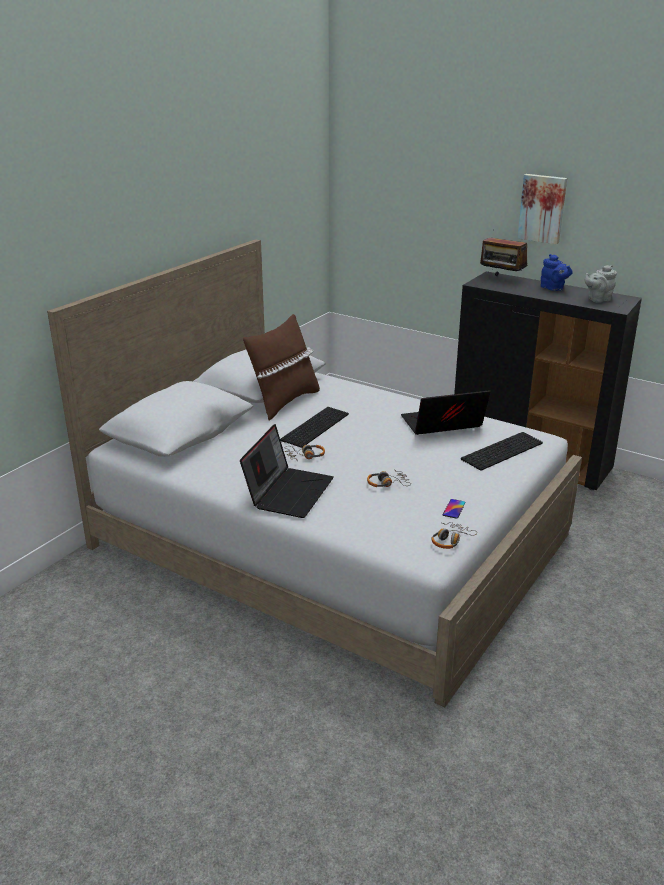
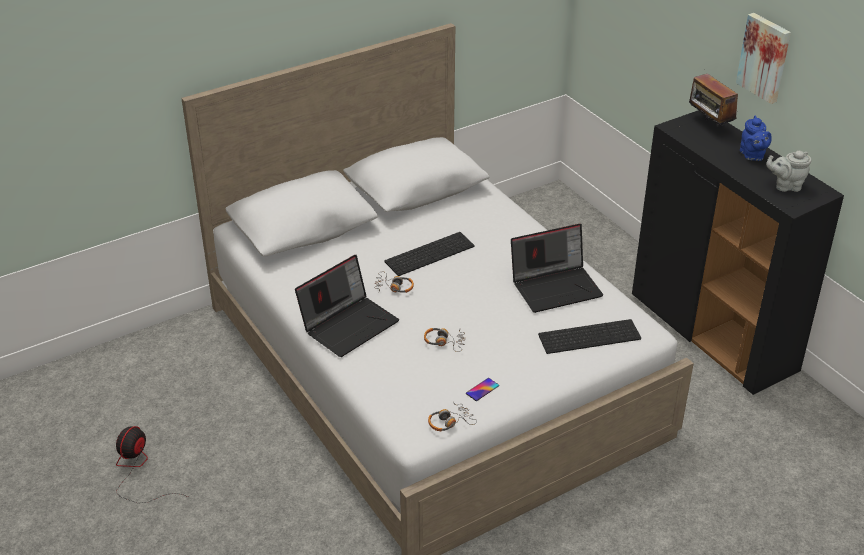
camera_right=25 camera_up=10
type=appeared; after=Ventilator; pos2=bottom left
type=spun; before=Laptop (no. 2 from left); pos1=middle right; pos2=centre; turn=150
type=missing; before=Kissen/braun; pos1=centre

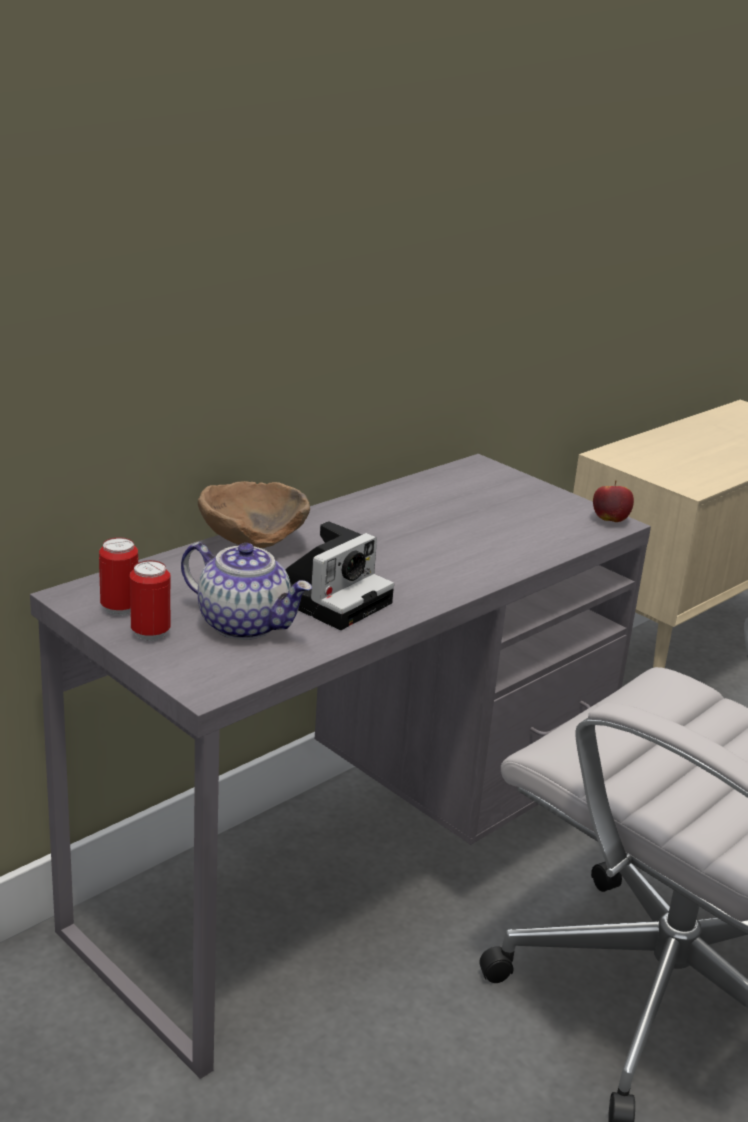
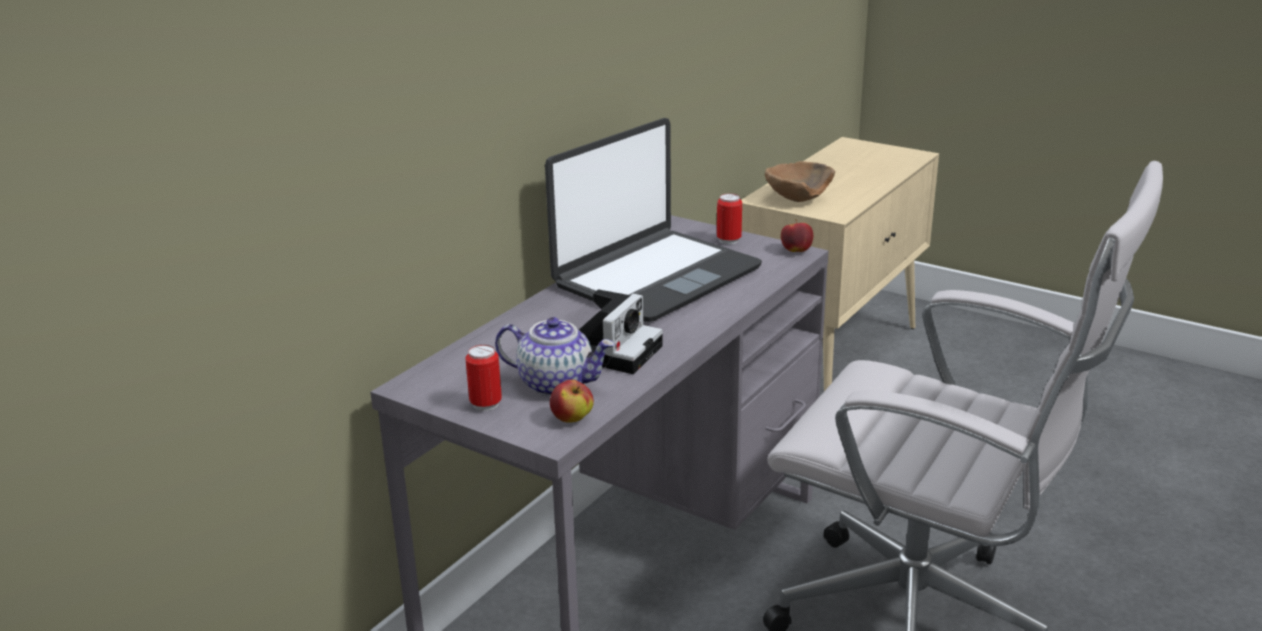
camera_right=-10 camera_up=0
type=appeared; after=Laptop; pos2=centre
type=appeared; after=Apfel (no. 1 from left); pos2=centre
type=relocated; before=Dose (no. 1 from left in the first image); after=Dose (no. 2 from left); pos1=middle left; pos2=centre
type=relocated; before=Schüssel/braun; pos1=centre; pos2=top centre

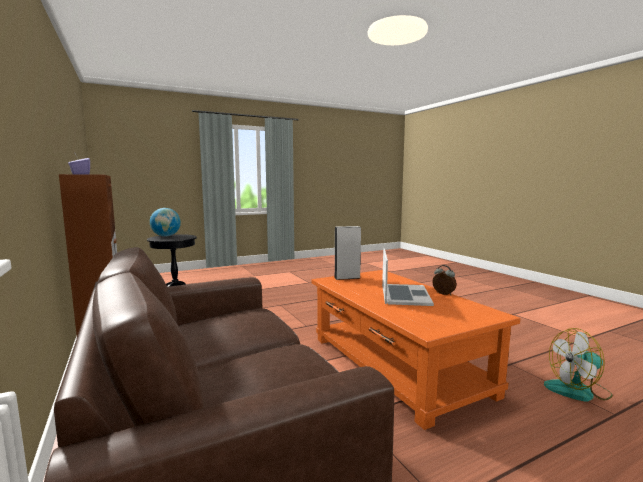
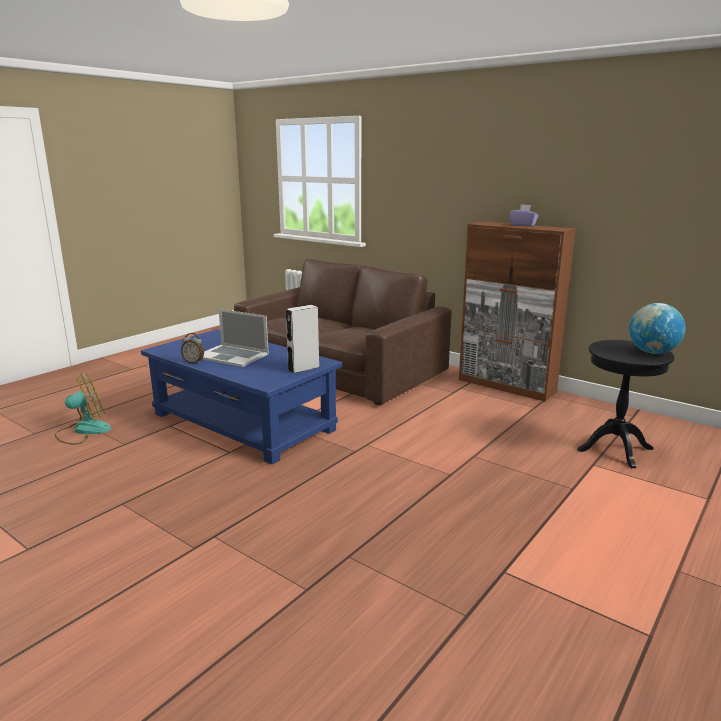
camera_right=155 camera_up=10
type=colour; before=Couchtisch/orange; after=Couchtisch/blau; pos1=bottom centre; pos2=centre
type=spun; before=Laptop; pos1=centre; pos2=middle left; turn=-45

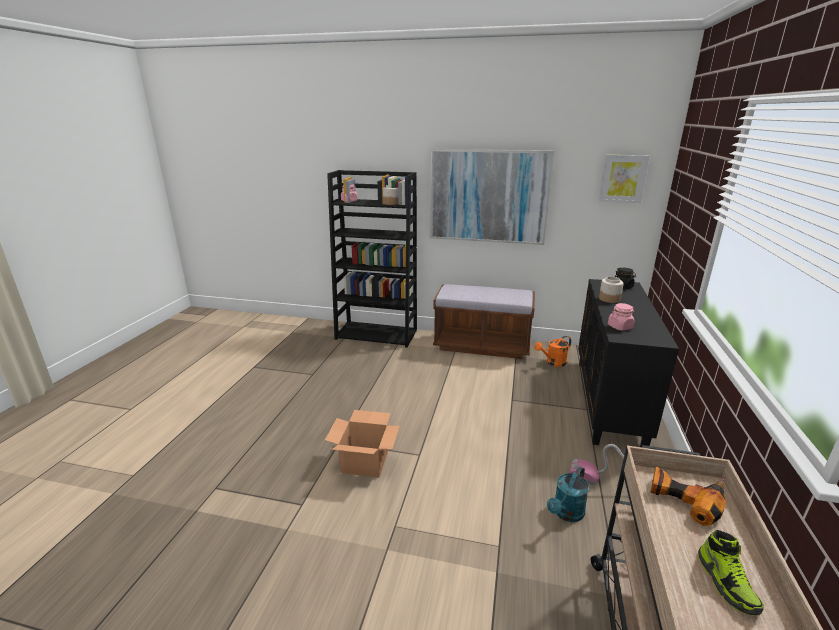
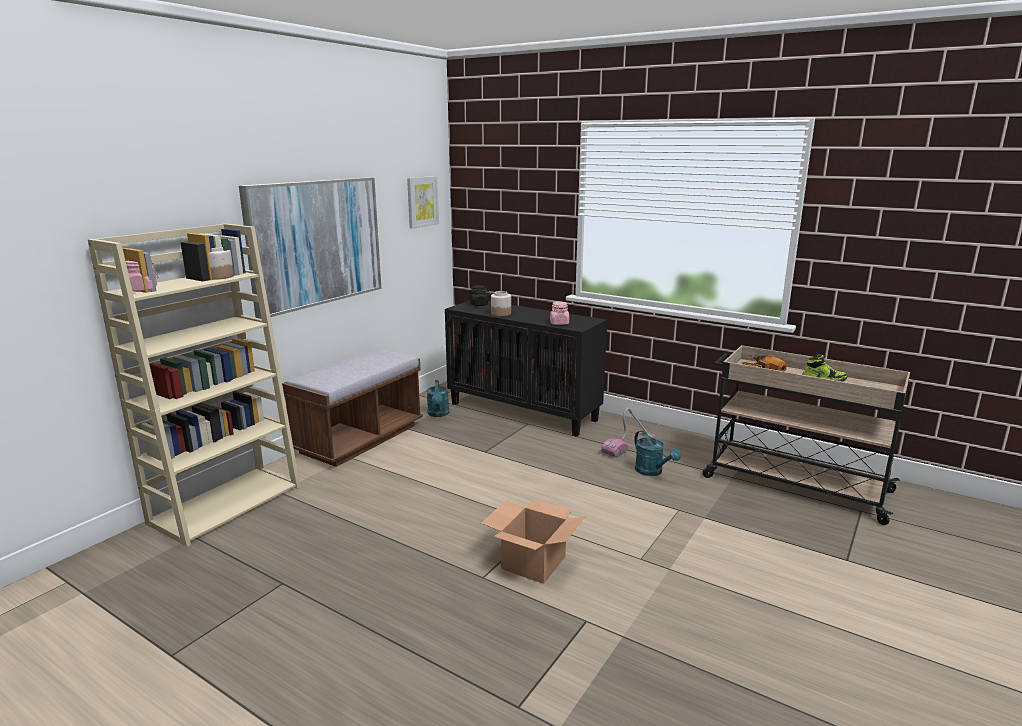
camera_right=-70 camera_up=-5
type=colour; before=Bücherregal/schwarz; after=Bücherregal/beige; pos1=centre; pos2=middle left
type=colour; before=Gießkanne/orange; after=Gießkanne/türkis (no. 1 from left); pos1=centre; pos2=centre

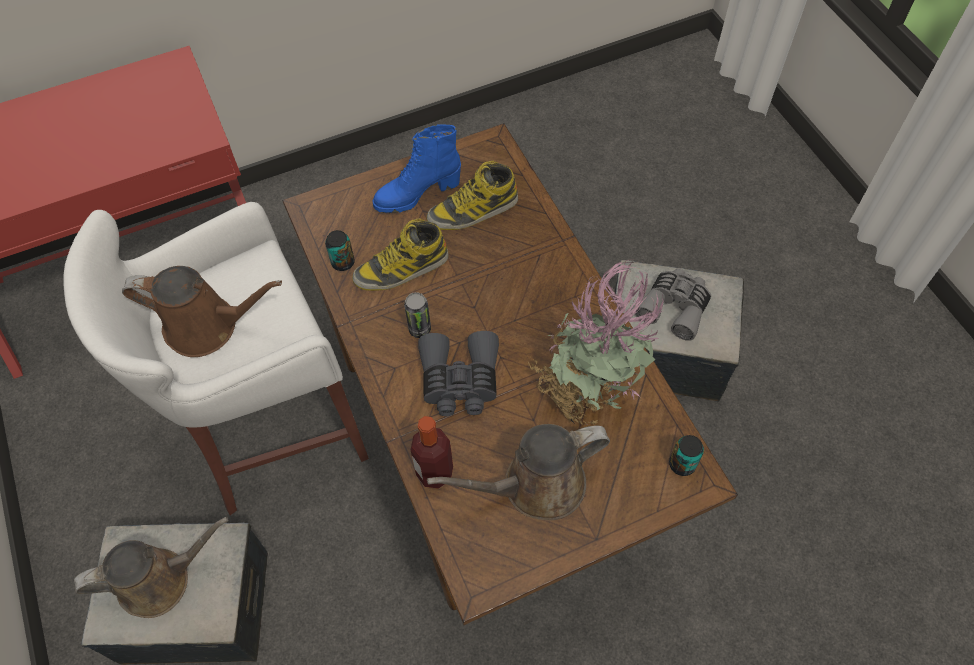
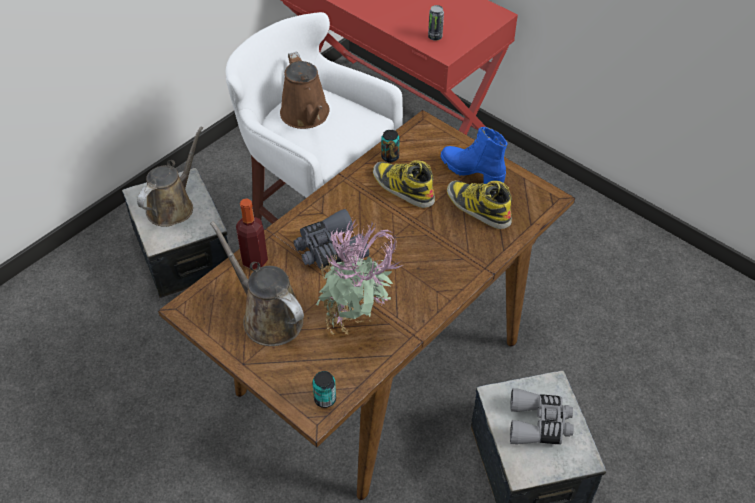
camera_right=65 camera_up=-10
type=spun; before=Gießkanne/braun (no. 1 from left); pos1=bottom left; pos2=middle left; turn=-105
type=relocated; before=Dose (no. 2 from left in the first image); after=Dose (no. 3 from left); pos1=centre; pos2=top centre

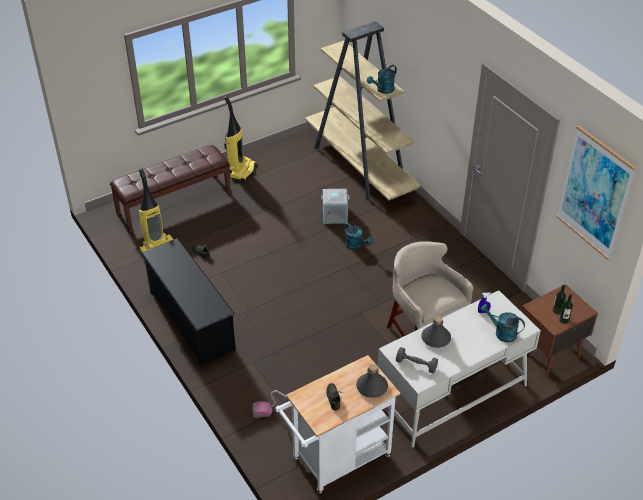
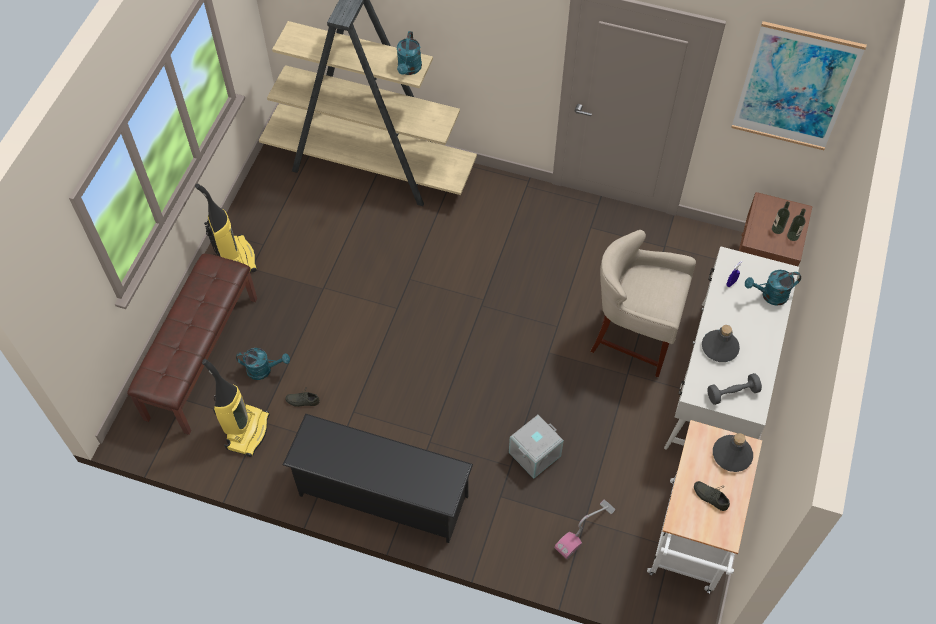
camera_right=-40 camera_up=15
type=relocated; before=Gießkanne/türkis (no. 1 from left); pos1=centre; pos2=middle left
type=relocated; before=Aufbewahrungsbox/grau; pos1=centre; pos2=bottom centre

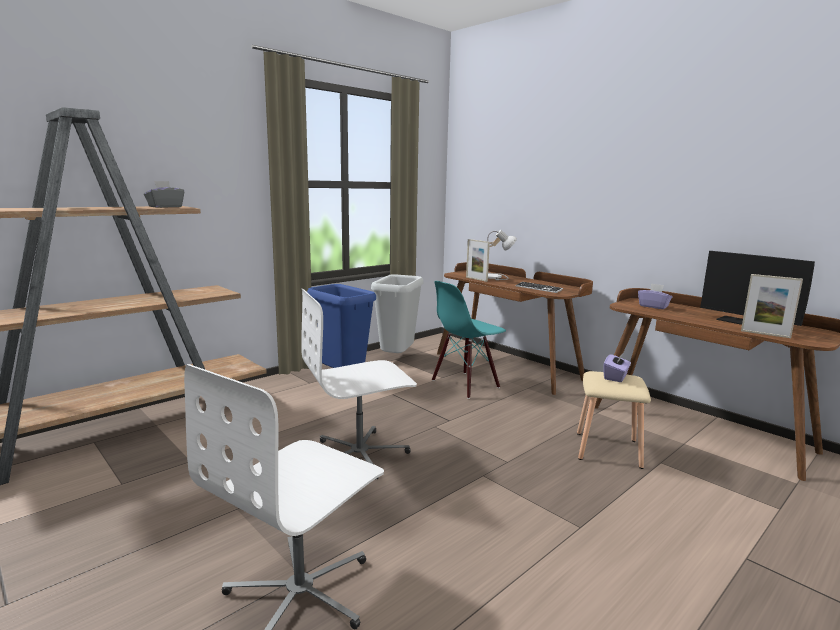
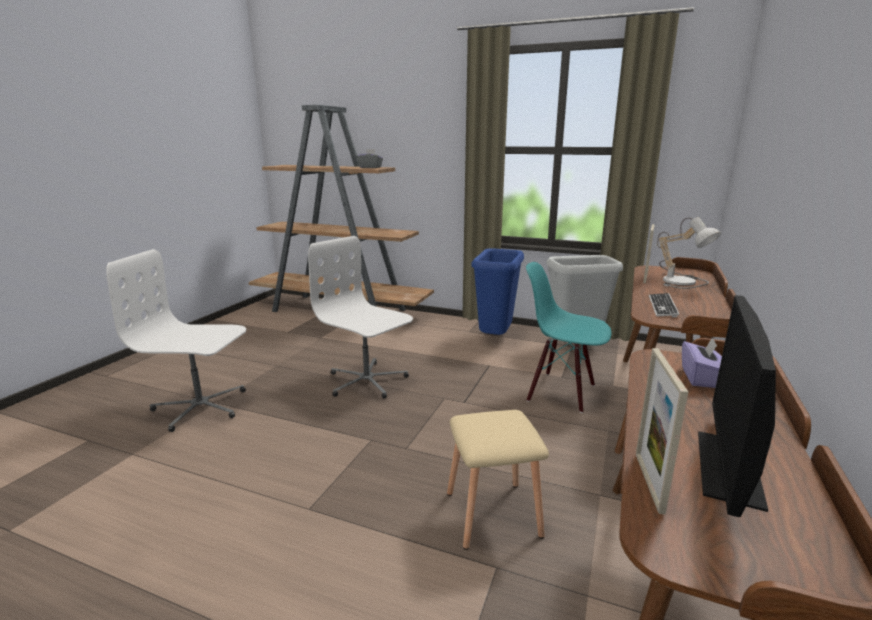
camera_right=65 camera_up=5
type=missing; before=Taschentuchbox/lila (no. 1 from left); pos1=middle right

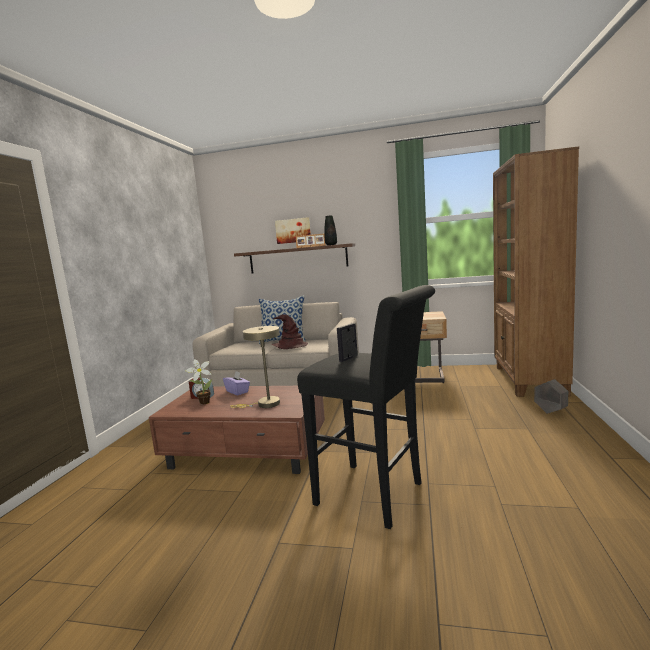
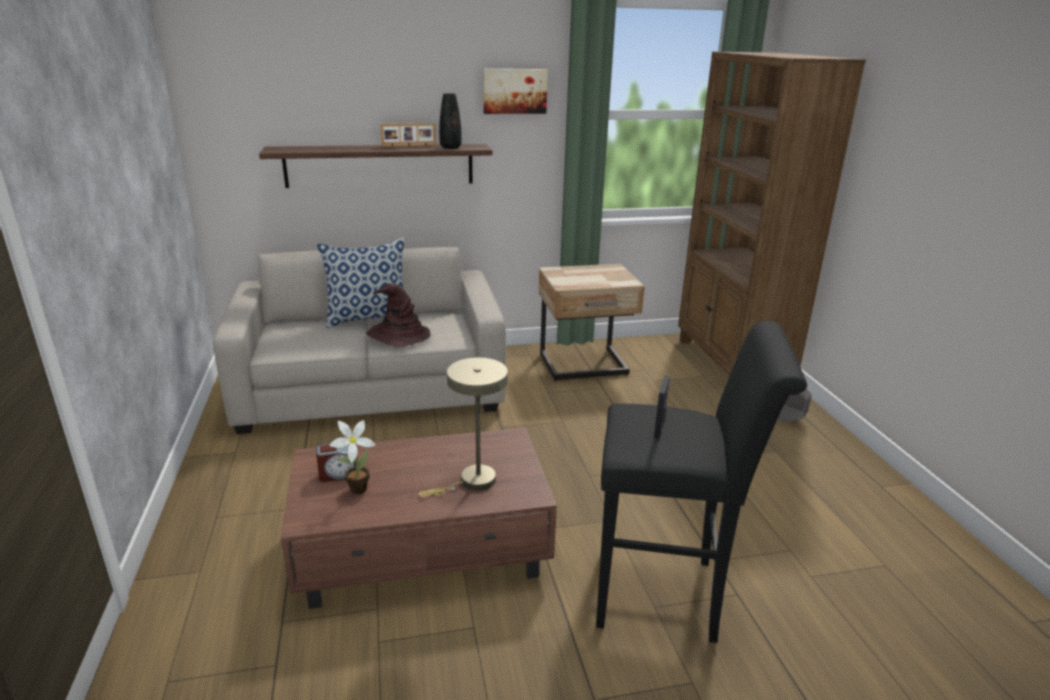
camera_right=-25 camera_up=15
type=relocated; before=Bild; pos1=centre; pos2=top centre
type=missing; before=Taschentuchbox/lila; pos1=centre

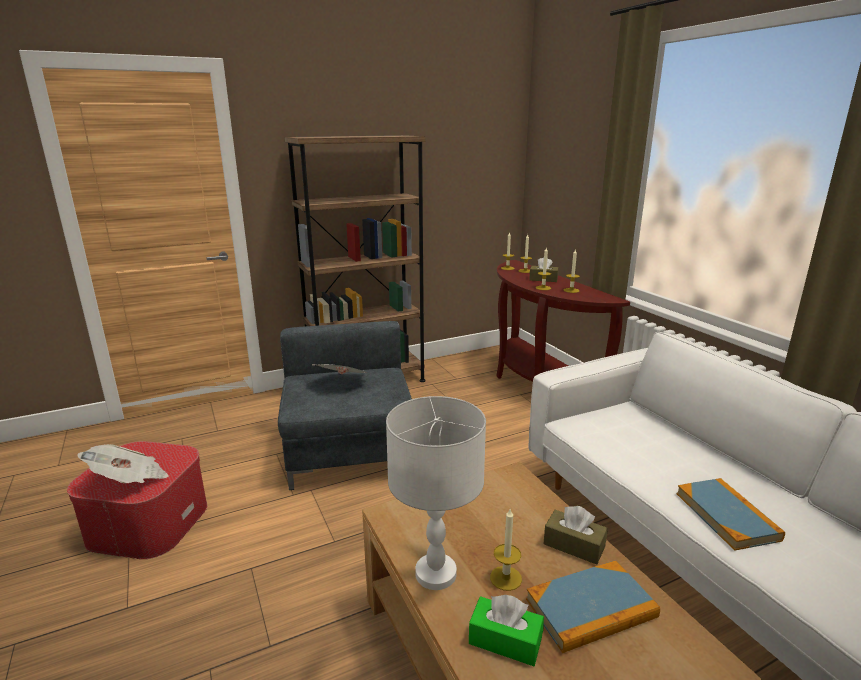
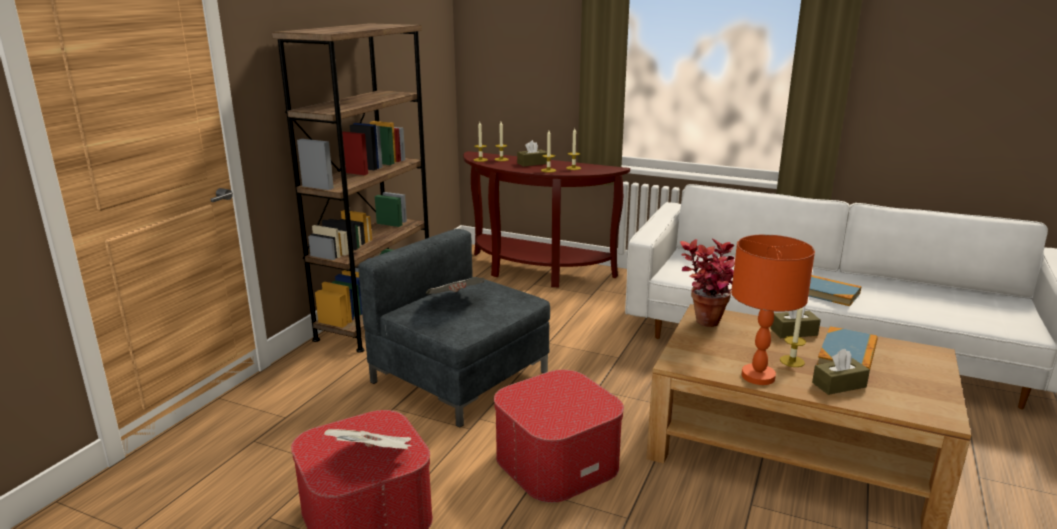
camera_right=-40 camera_up=0
type=appeared; after=Polsterhocker (no. 2 from left); pos2=bottom centre
type=appeared; after=Topfpflanze; pos2=middle right
type=colour; before=Tischlampe/weiß; after=Tischlampe/orange; pos1=bottom centre; pos2=middle right
type=colour; before=Taschentuchbox/grün; after=Taschentuchbox/braun (no. 3 from left); pos1=bottom centre; pos2=bottom right

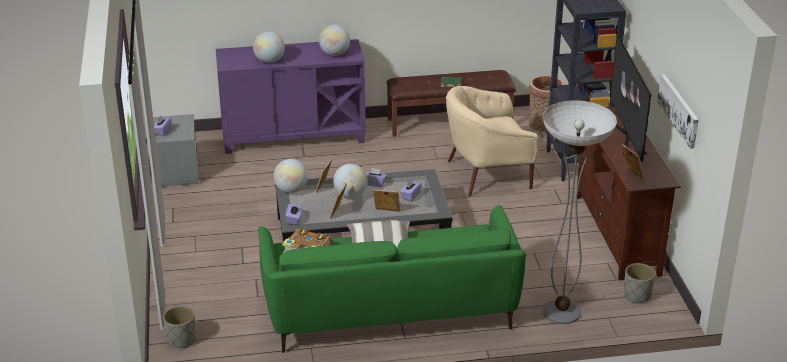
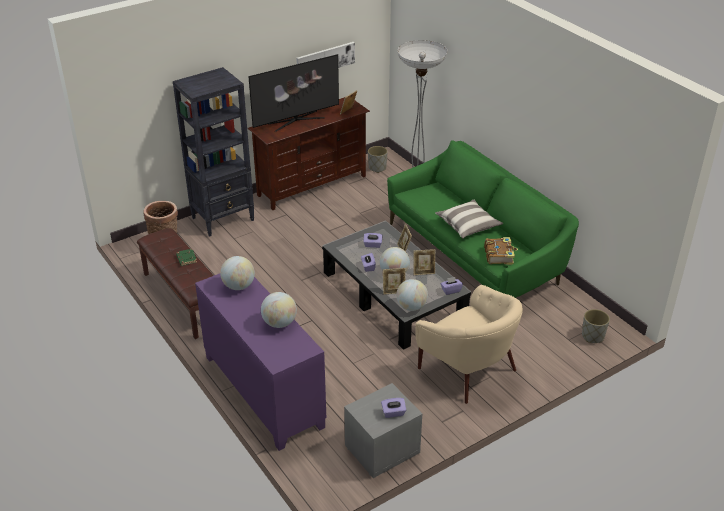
camera_right=-115 camera_up=5
type=relocated; before=Sessel/beige; pos1=centre; pos2=bottom centre

